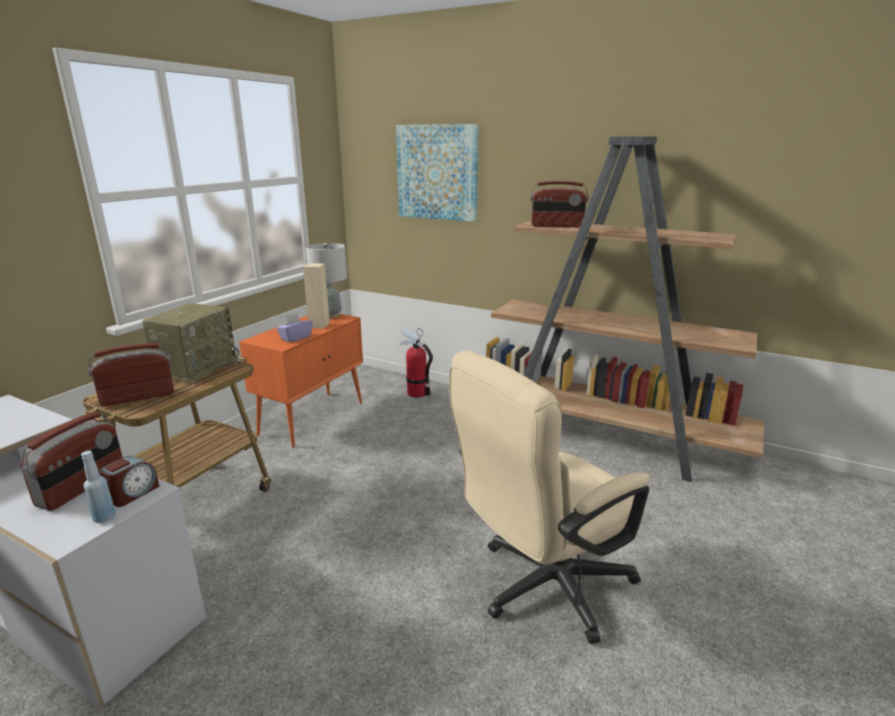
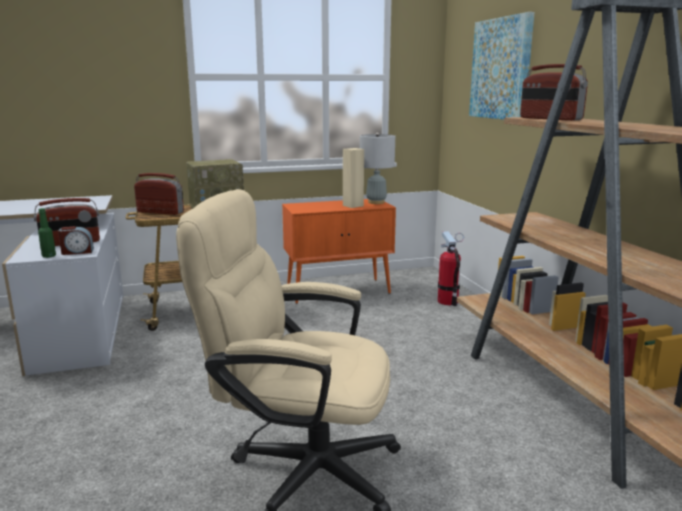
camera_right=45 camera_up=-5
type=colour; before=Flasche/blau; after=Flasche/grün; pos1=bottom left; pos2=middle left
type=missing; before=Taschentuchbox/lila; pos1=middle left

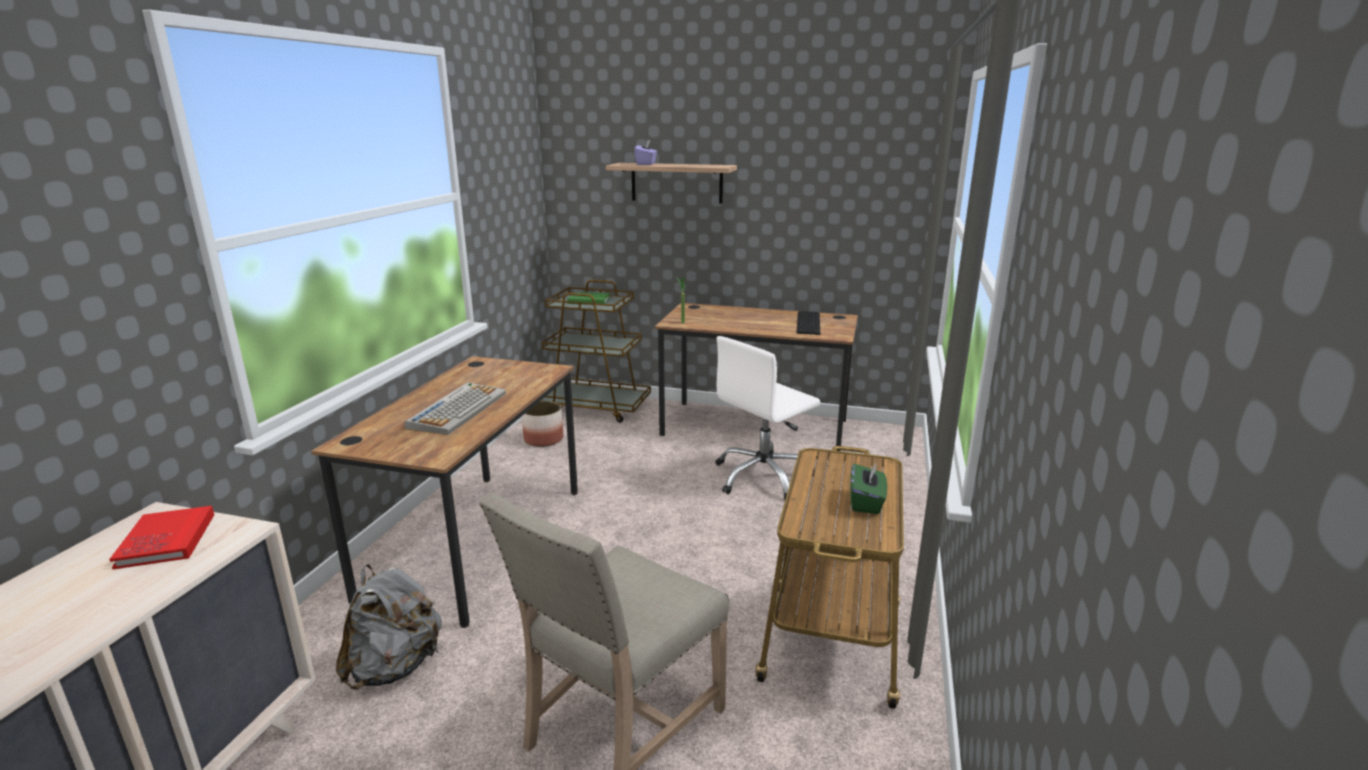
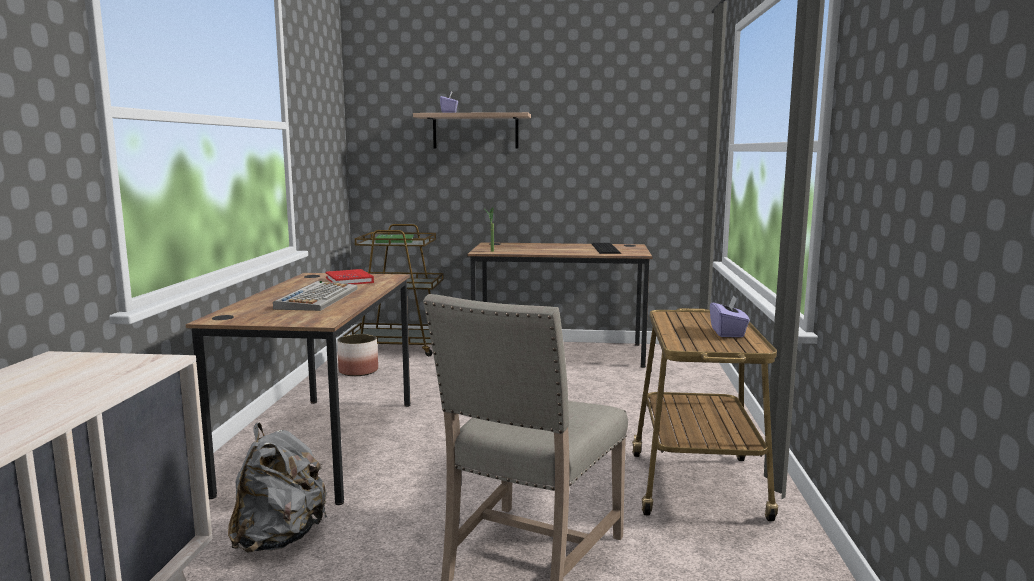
camera_right=-10 camera_up=-10
type=relocated; before=Buch/rot; pos1=bottom left; pos2=centre
type=colour; before=Taschentuchbox/grün; after=Taschentuchbox/lila (no. 2 from left); pos1=centre; pos2=middle right
type=missing; before=Bürostuhl/weiß; pos1=centre

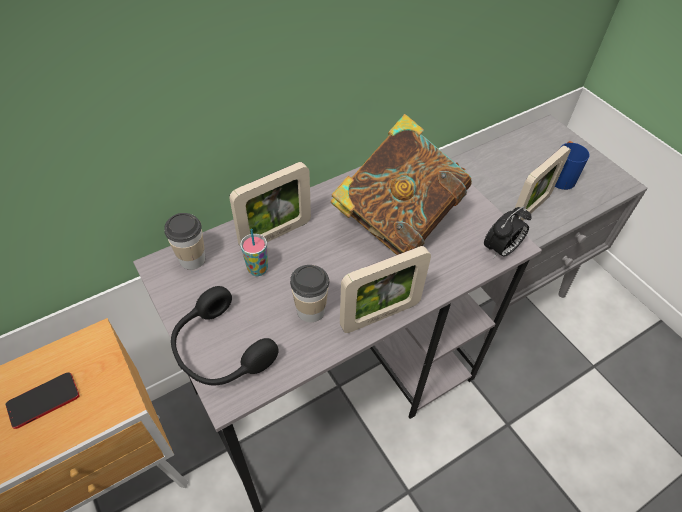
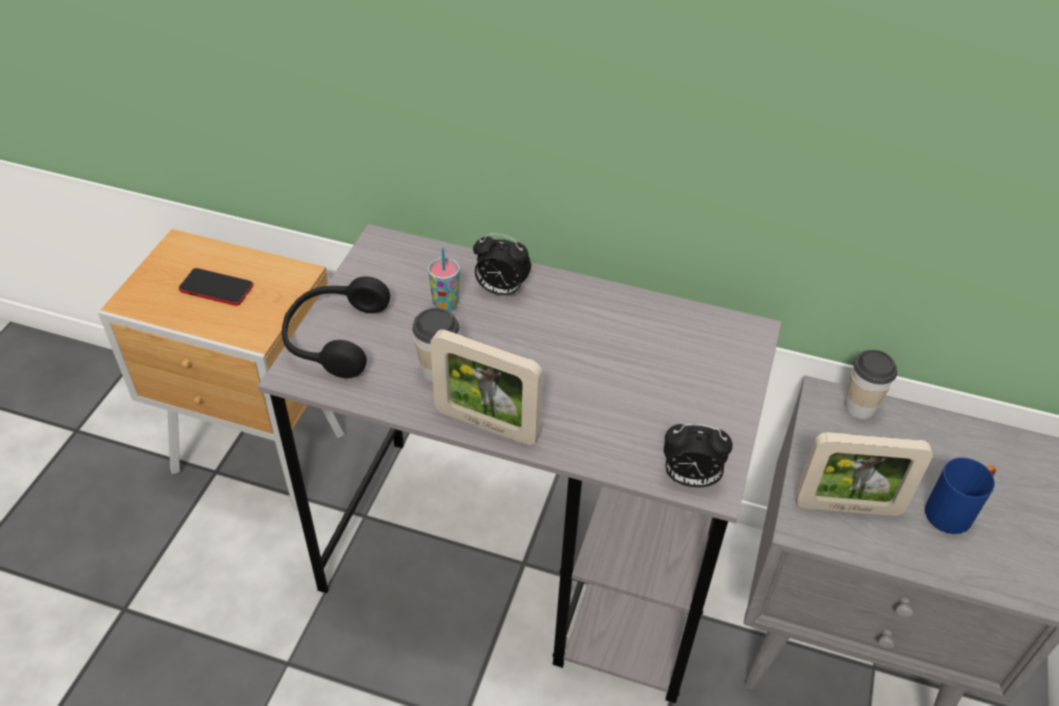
camera_right=50 camera_up=-5
type=exchanged; before=Bilderrahmen (no. 1 from left); after=Wecker (no. 1 from left); pos1=centre; pos2=centre
type=relocated; before=Tasse (no. 1 from left in the first image); after=Tasse (no. 3 from left); pos1=middle left; pos2=middle right
type=missing; before=Buch; pos1=centre

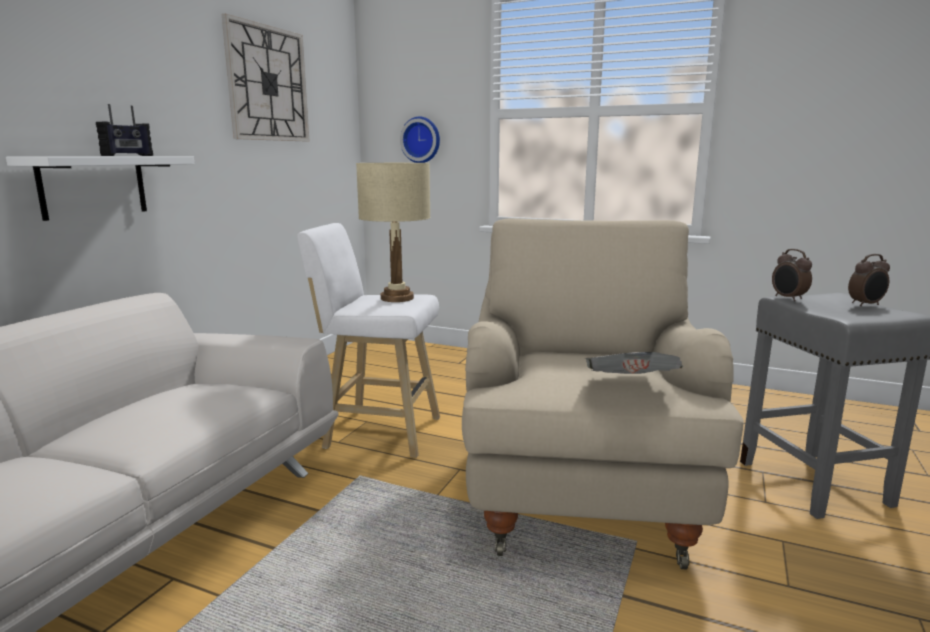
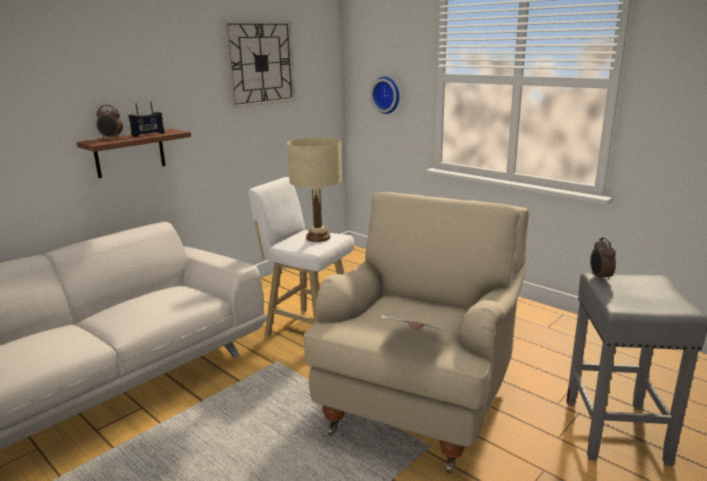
camera_right=20 camera_up=5
type=colour; before=Wandregal/weiß; after=Wandregal/braun; pos1=top left; pos2=top left
type=relocated; before=Wecker (no. 2 from left in the first image); after=Wecker (no. 1 from left); pos1=middle right; pos2=top left

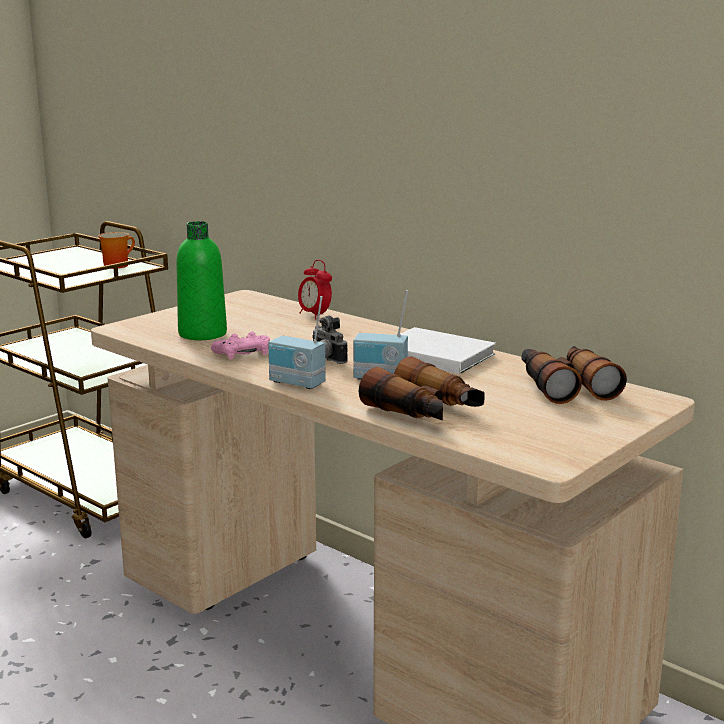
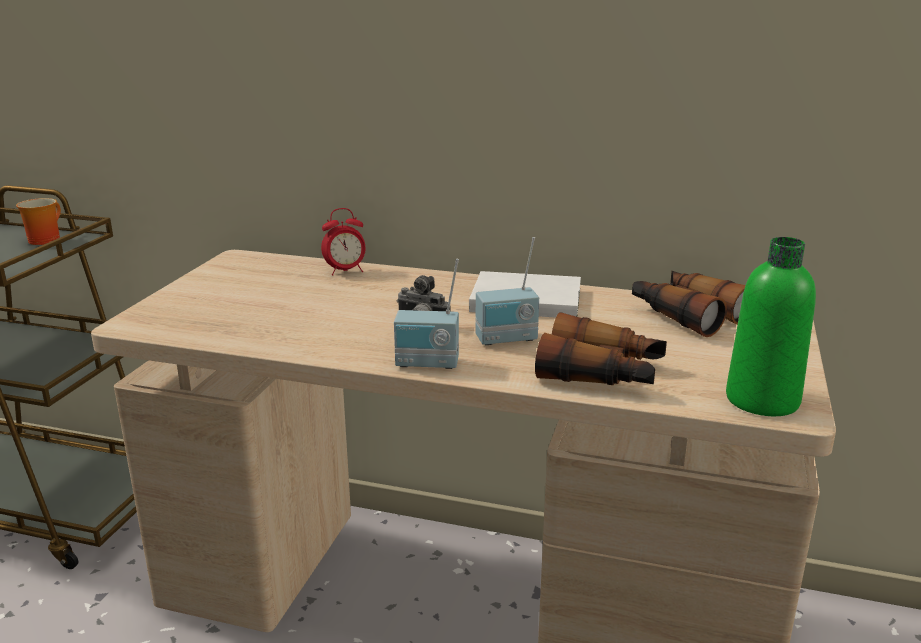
camera_right=-25 camera_up=5
type=spun; before=Wecker; pos1=centre; pos2=centre; turn=-45
type=relocated; before=Flasche/grün; pos1=middle left; pos2=middle right
type=missing; before=Gamepad/rosa; pos1=middle left

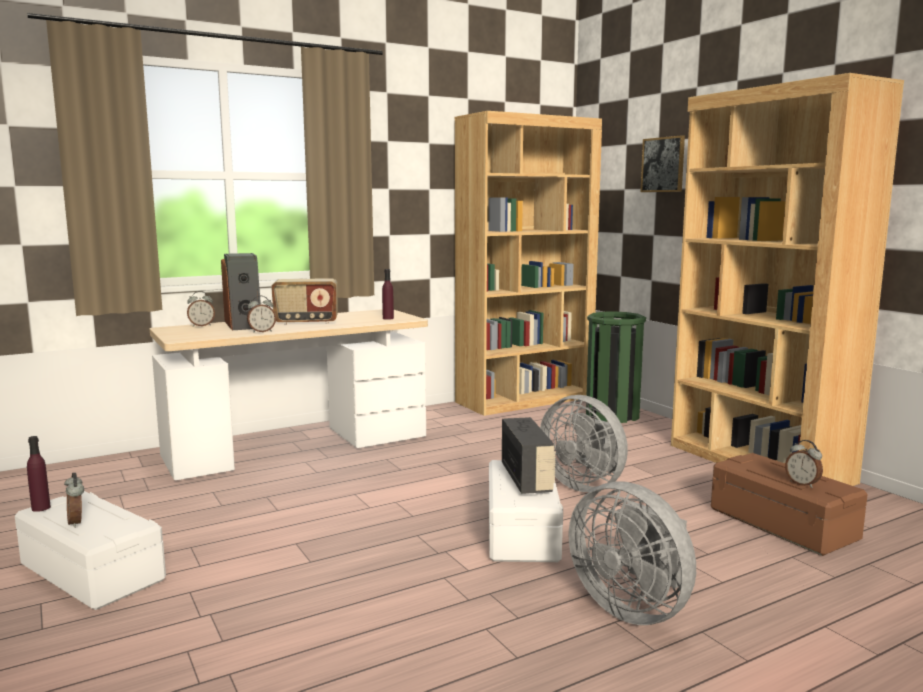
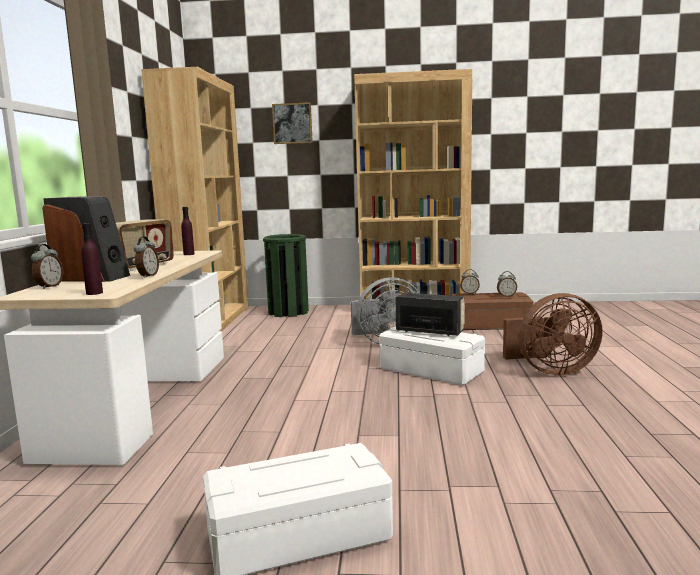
camera_right=-55 camera_up=0
type=relocated; before=Flasche/lila (no. 1 from left); pos1=bottom left; pos2=middle left
type=relocated; before=Wecker (no. 1 from left in the first image); after=Wecker (no. 3 from left); pos1=bottom left; pos2=middle right
type=colour; before=Ventilator/grau (no. 2 from left); after=Ventilator/braun; pos1=bottom right; pos2=middle right

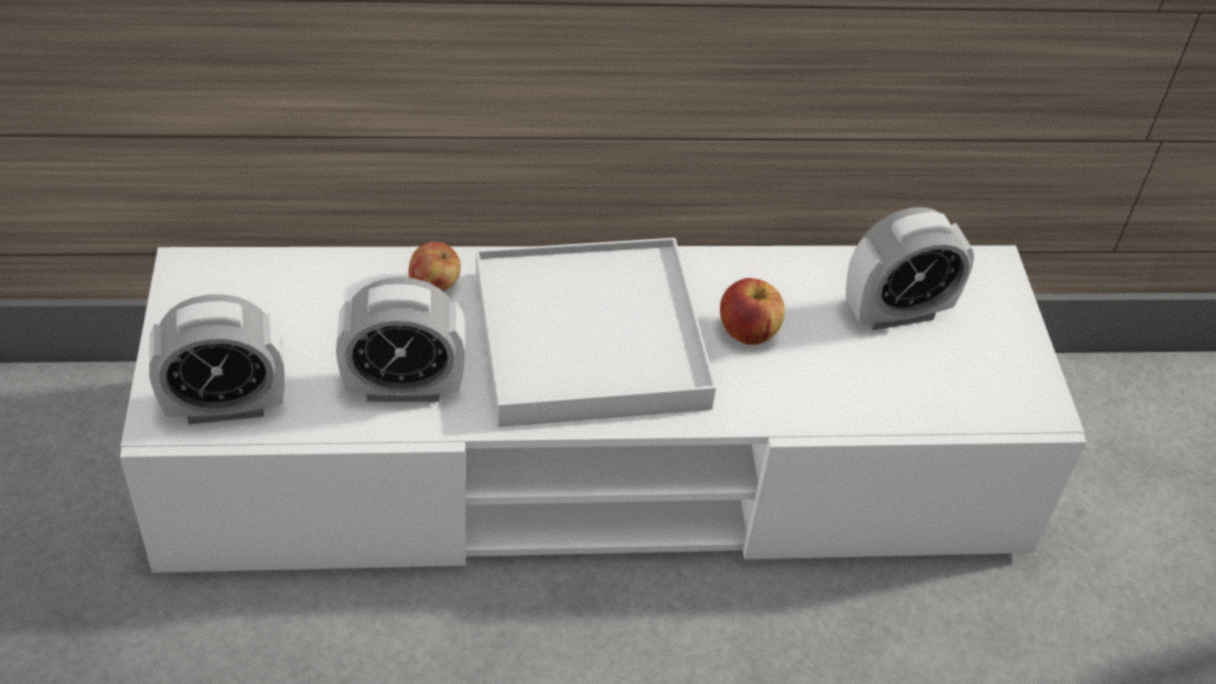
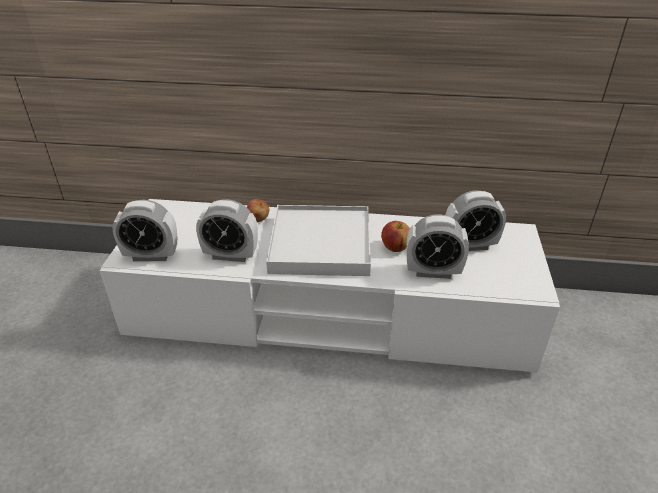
camera_right=15 camera_up=-10
type=appeared; after=Wecker (no. 3 from left); pos2=centre

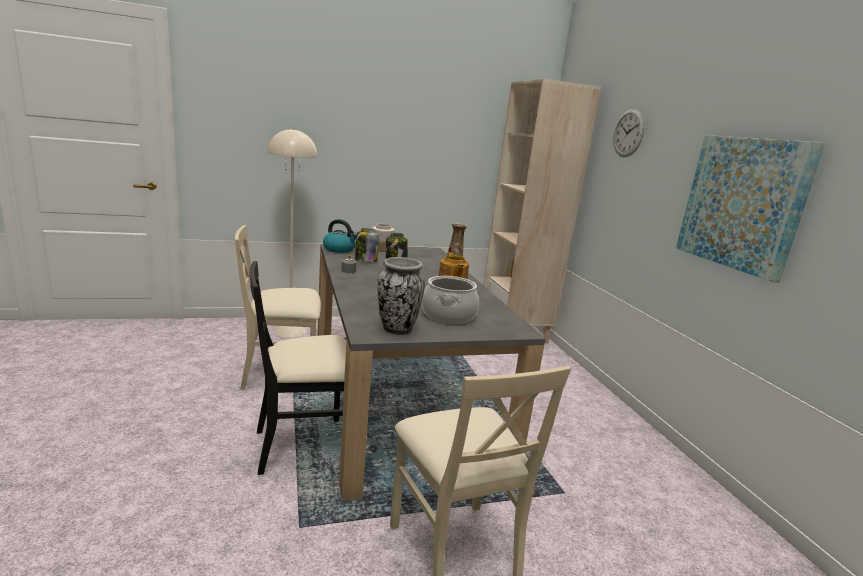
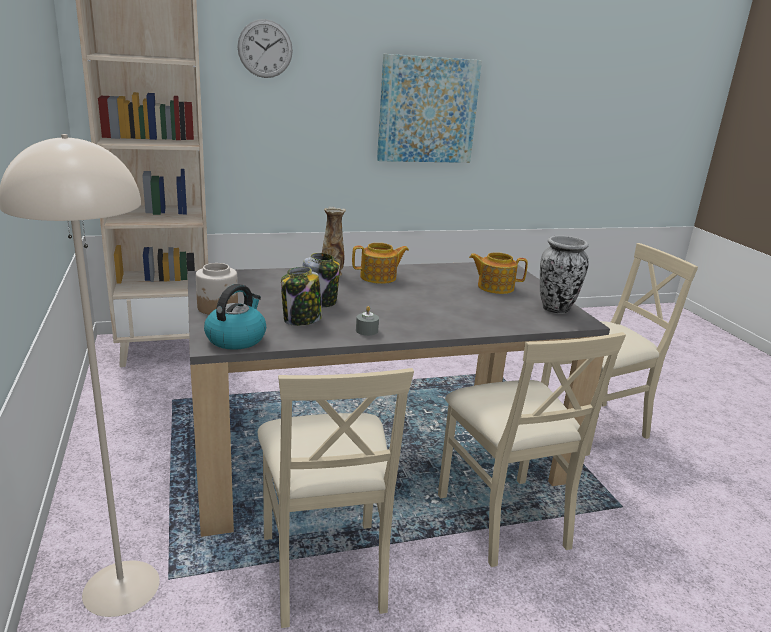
camera_right=-90 camera_up=5
type=colour; before=Stuhl/schwarz; after=Stuhl/beige (no. 2 from left); pos1=centre; pos2=bottom right
type=exchanged; before=Kochtopf; after=Teekanne (no. 2 from left); pos1=centre; pos2=centre

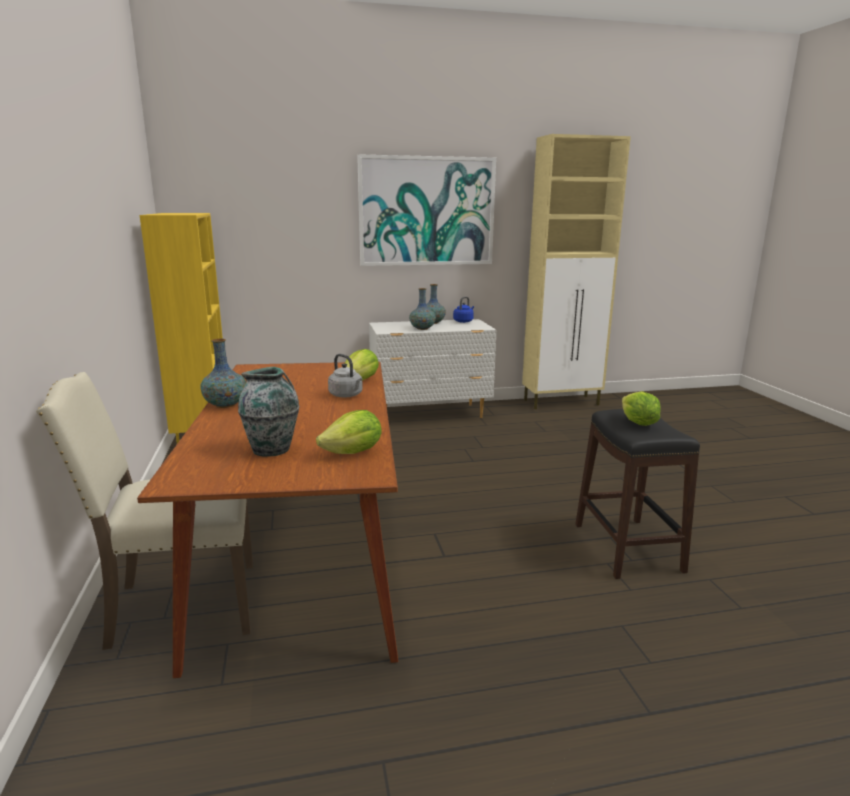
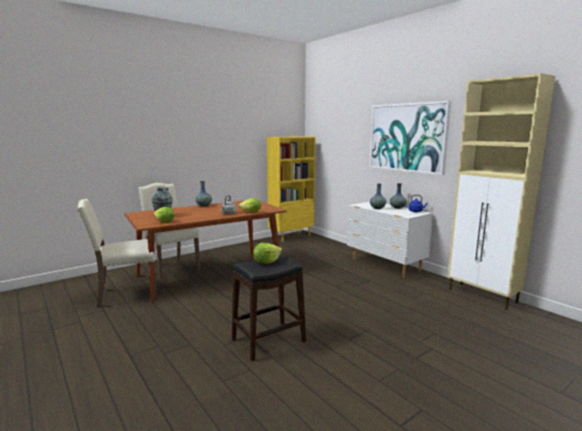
camera_right=65 camera_up=-5
type=appeared; after=Stuhl/beige (no. 1 from left); pos2=middle left

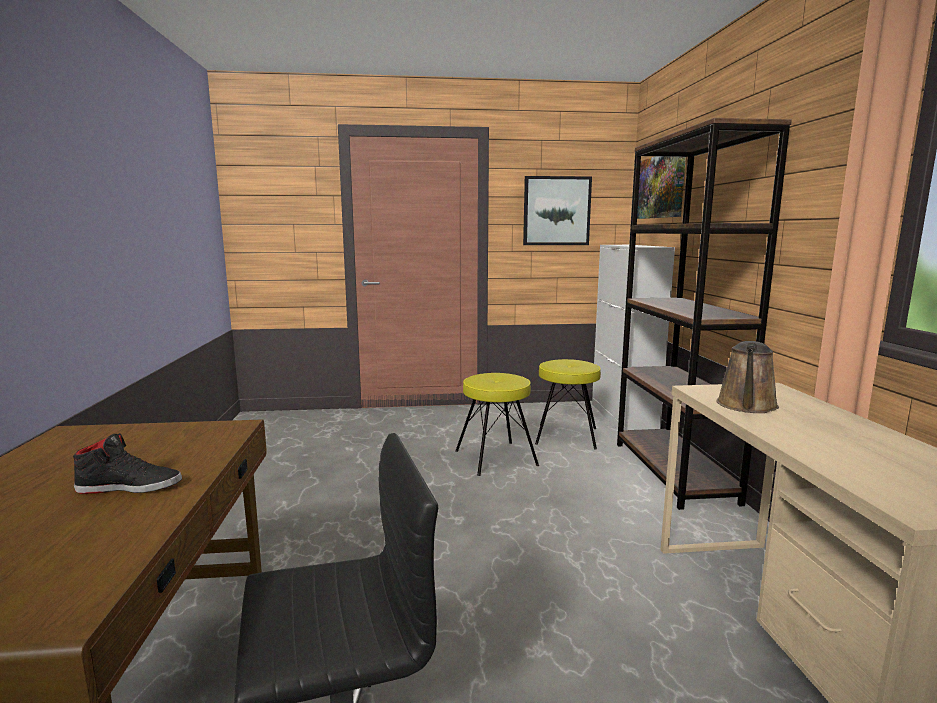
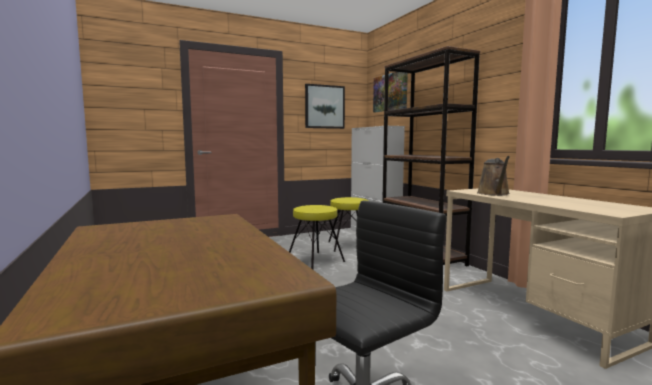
camera_right=-20 camera_up=-5
type=missing; before=Schuh/schwarz; pos1=middle left

